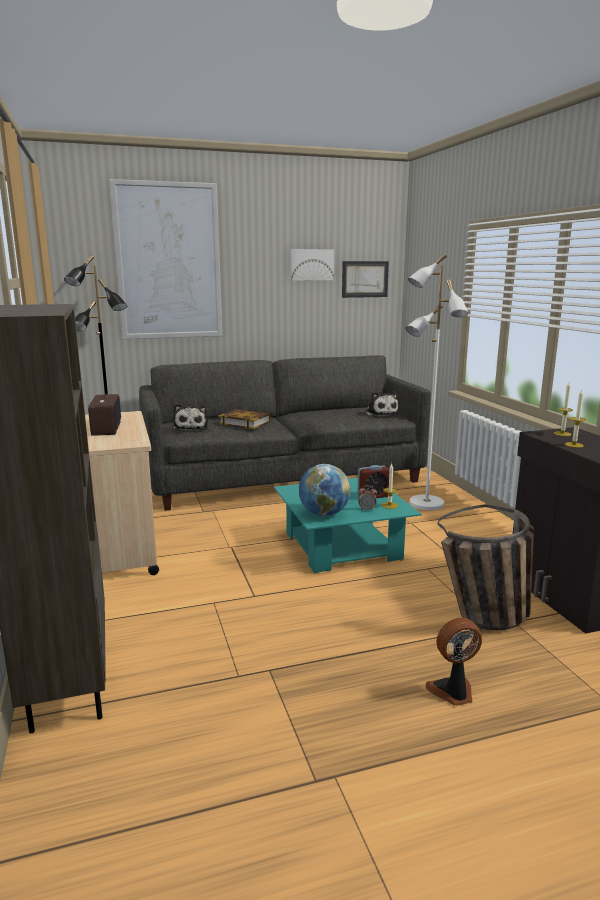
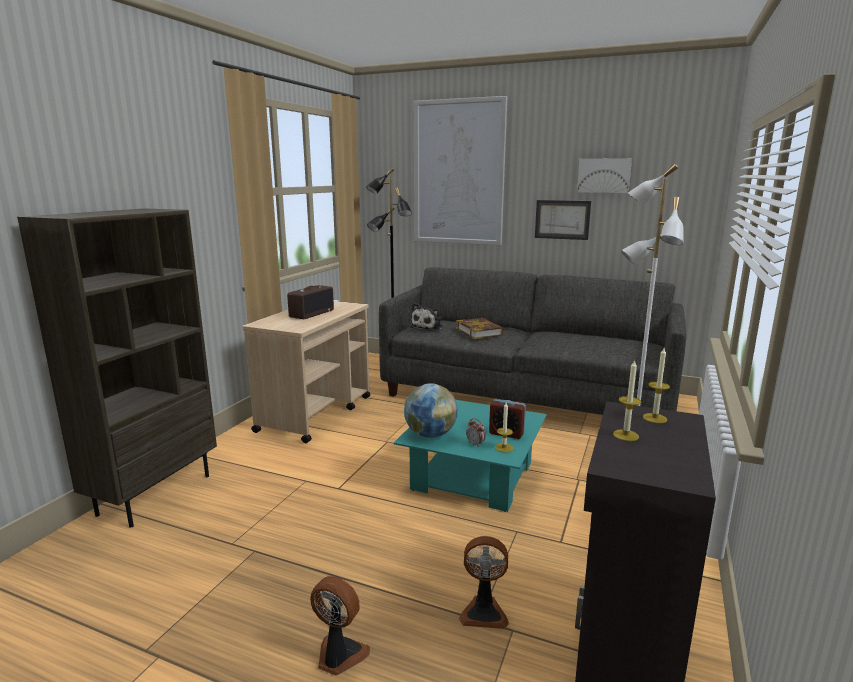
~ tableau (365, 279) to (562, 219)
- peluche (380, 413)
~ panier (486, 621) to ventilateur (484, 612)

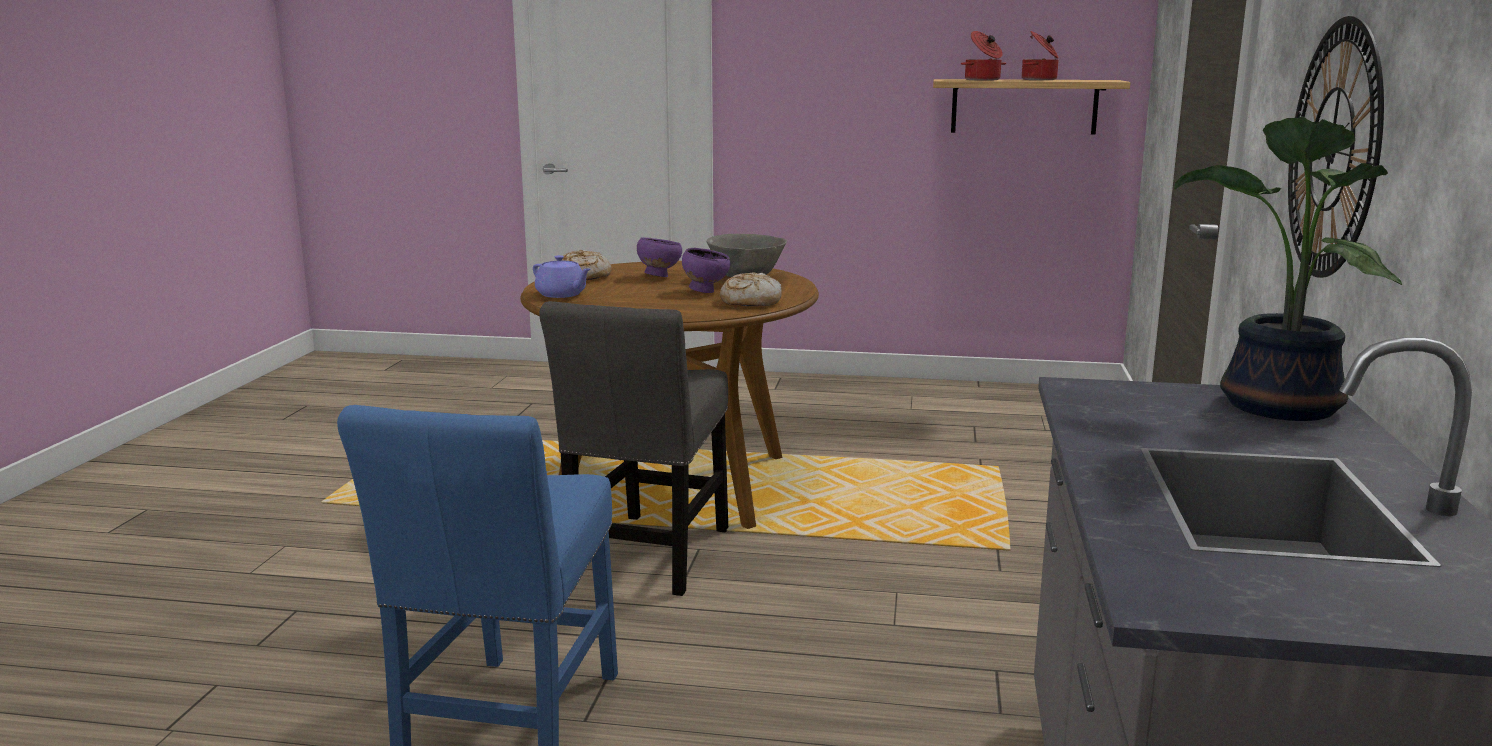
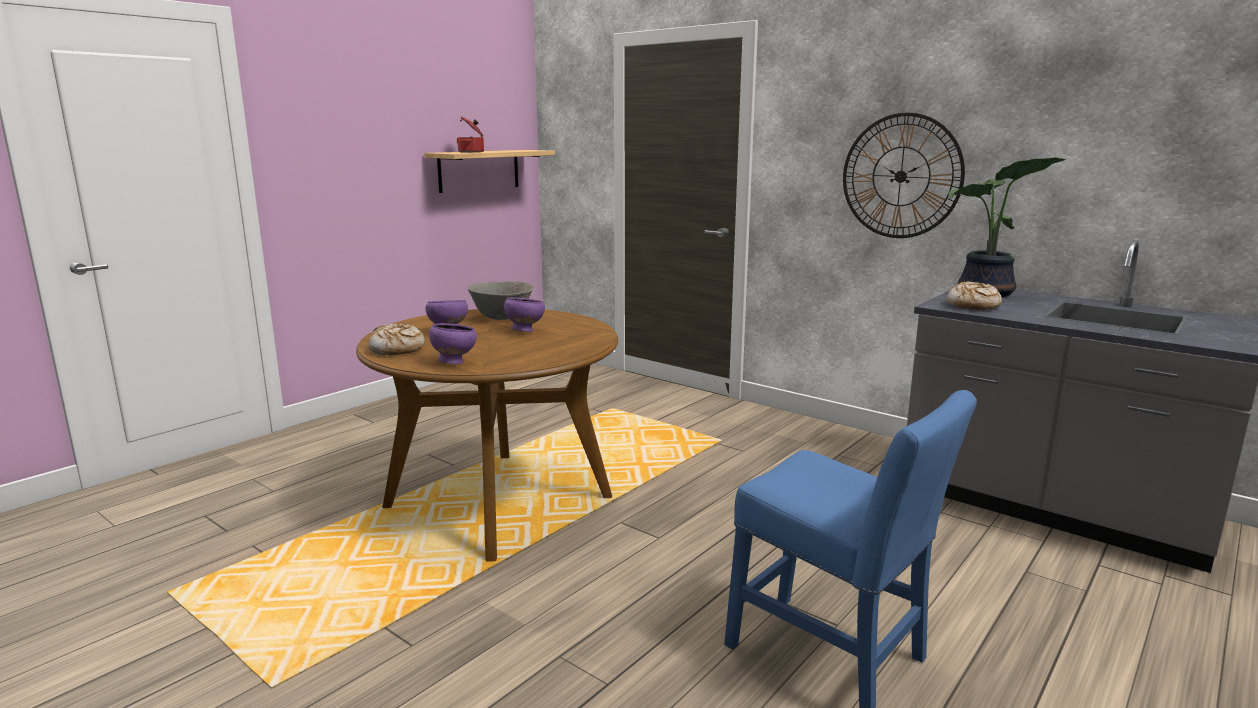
~ théière [violet] (562, 295) to bol [violet] (453, 363)
- chaise [gris] (648, 558)
~ pain (750, 302) to (972, 305)
- marmite (1040, 79)

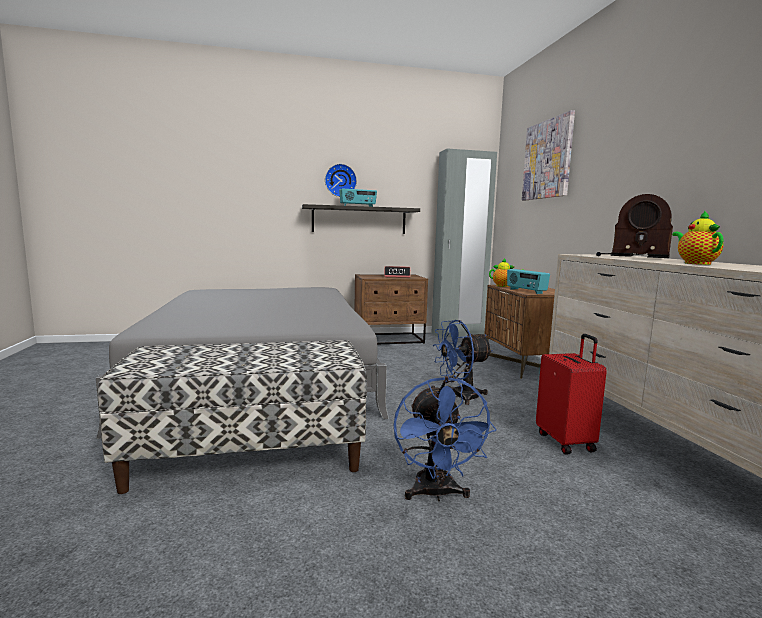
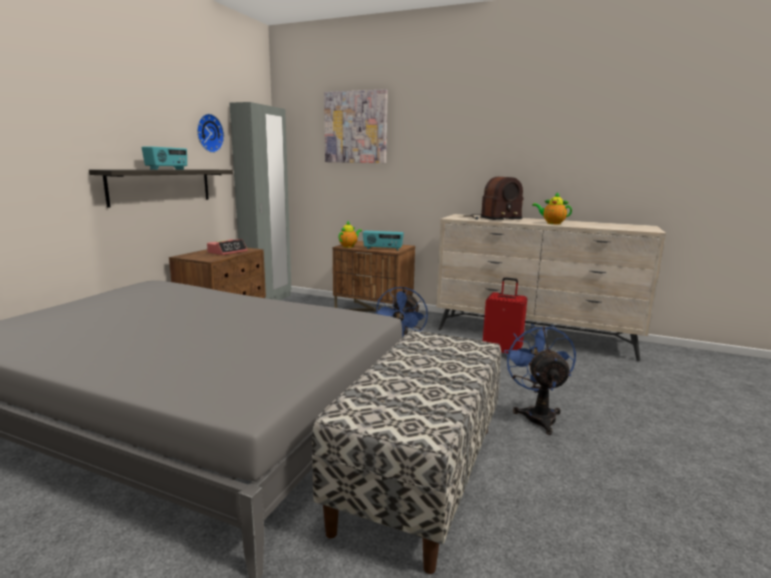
~ horloge murale (340, 180) to (208, 133)
~ ventilateur [bleu] (436, 494) = (537, 414) 120 degrees counterclockwise

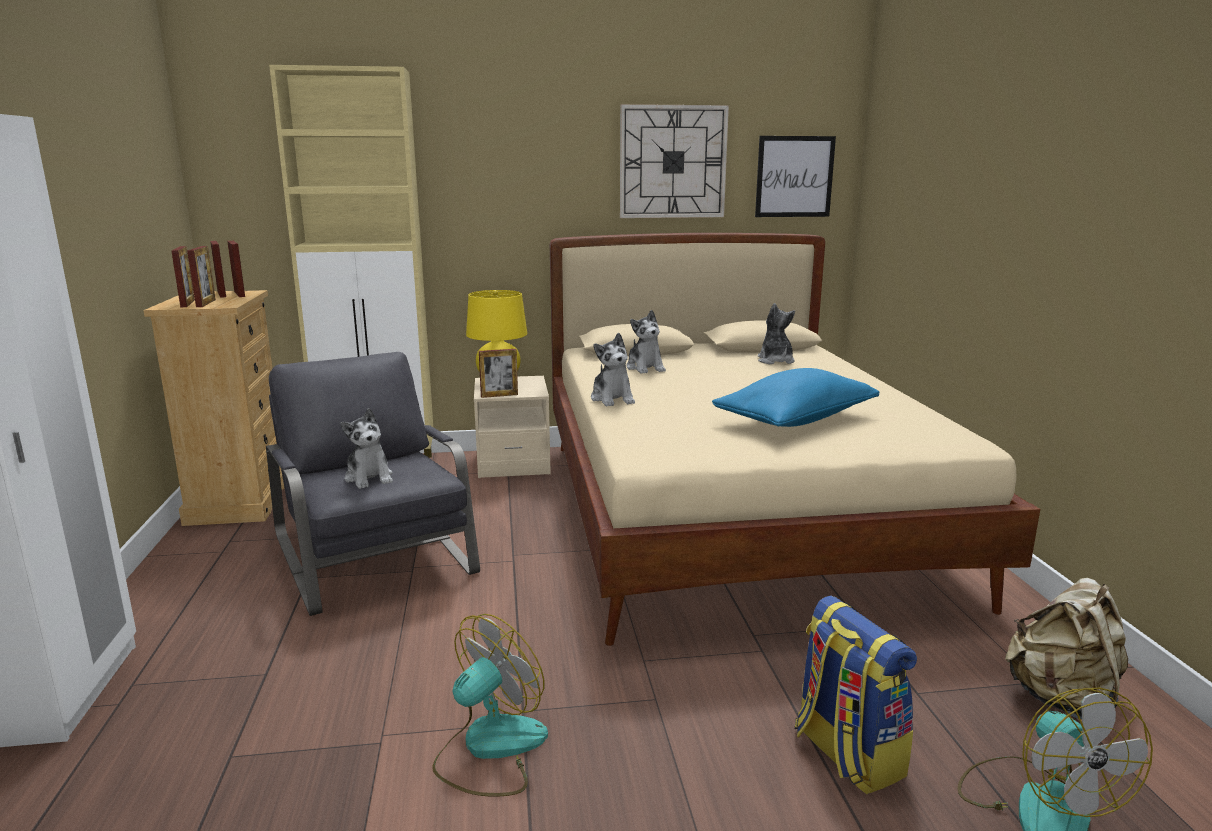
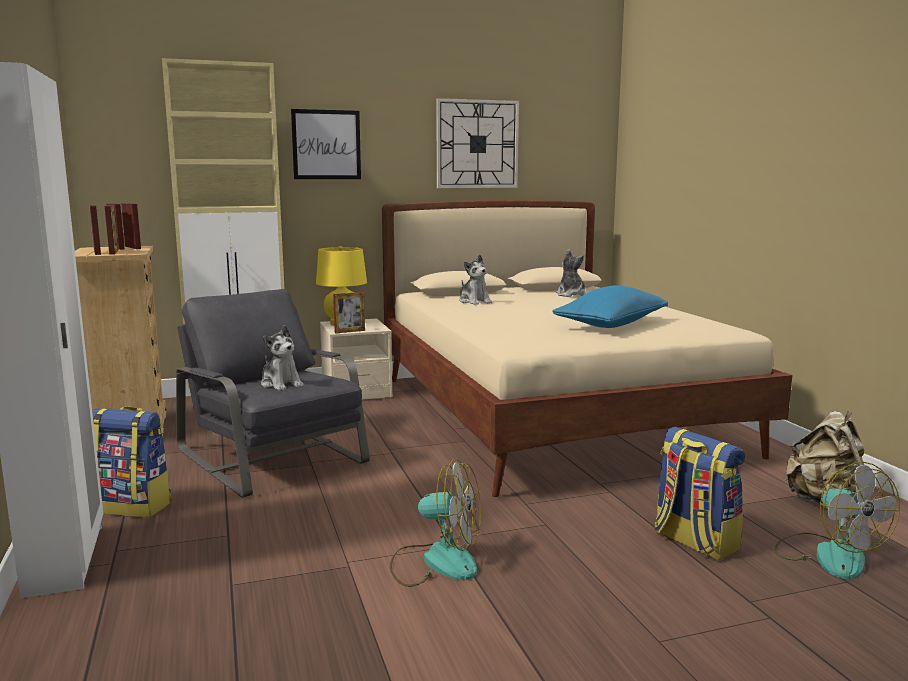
~ ventilateur (490, 749) = (436, 562) 75 degrees clockwise
- peluche (612, 399)
~ tableau (794, 176) to (326, 145)
+ sac à dos (133, 506)

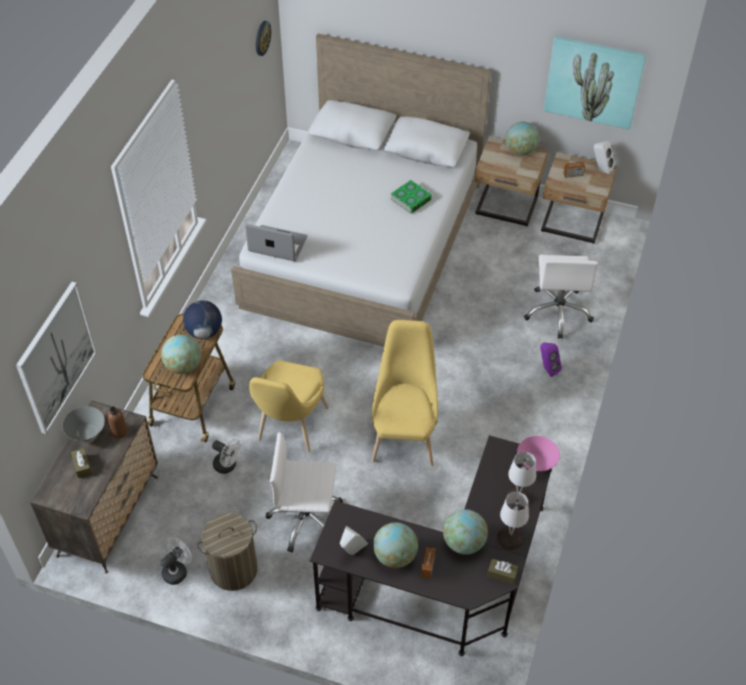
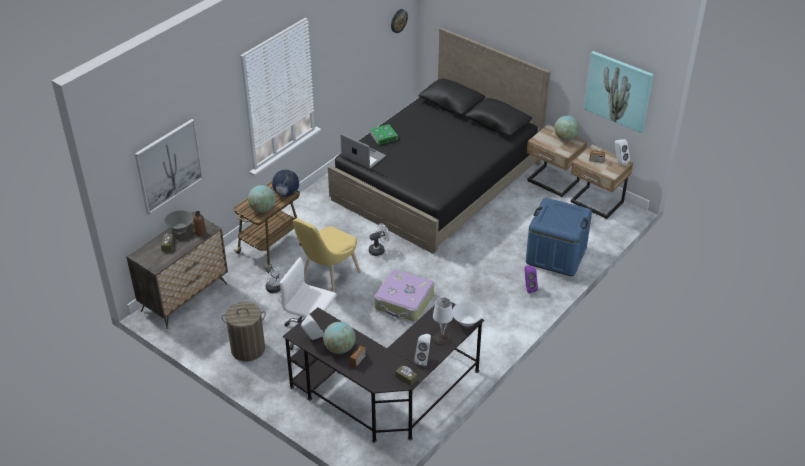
~ ventilateur [blanc] (177, 570) to (379, 250)
~ lit [blanc] (364, 243) to lit [noir] (437, 181)
~ chaise [jaune] (404, 435) to valise (404, 302)
~ livre (411, 199) to (383, 136)
- globe (464, 542)
~ lampe de table [blanc] (510, 537) to enceinte [blanc] (424, 359)
~ bol [rose] (536, 463) to bol [blanc] (467, 321)
~ chaise de bureau [blanc] (558, 312) to boîte de rangement [bleu] (556, 255)

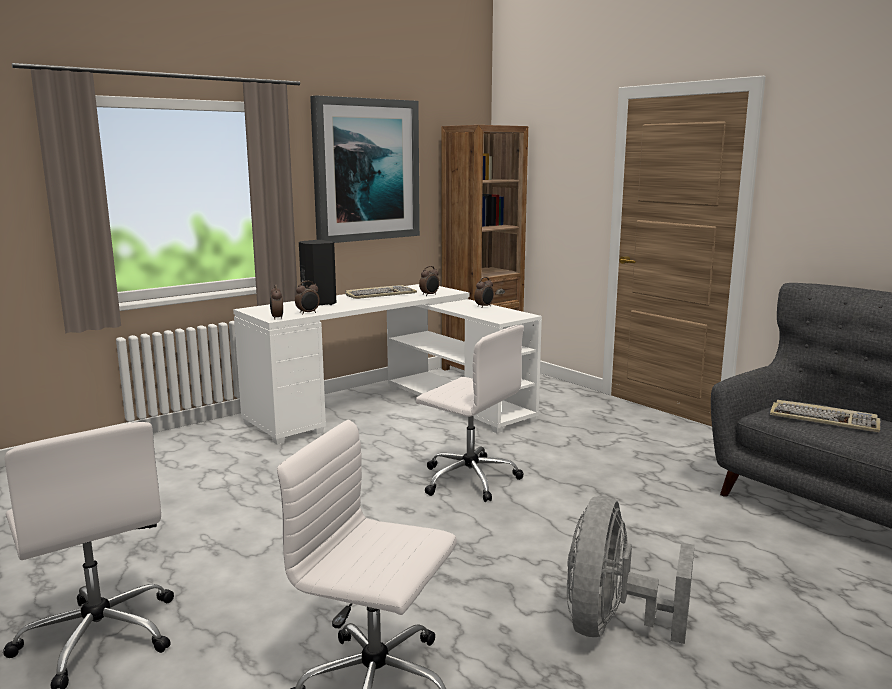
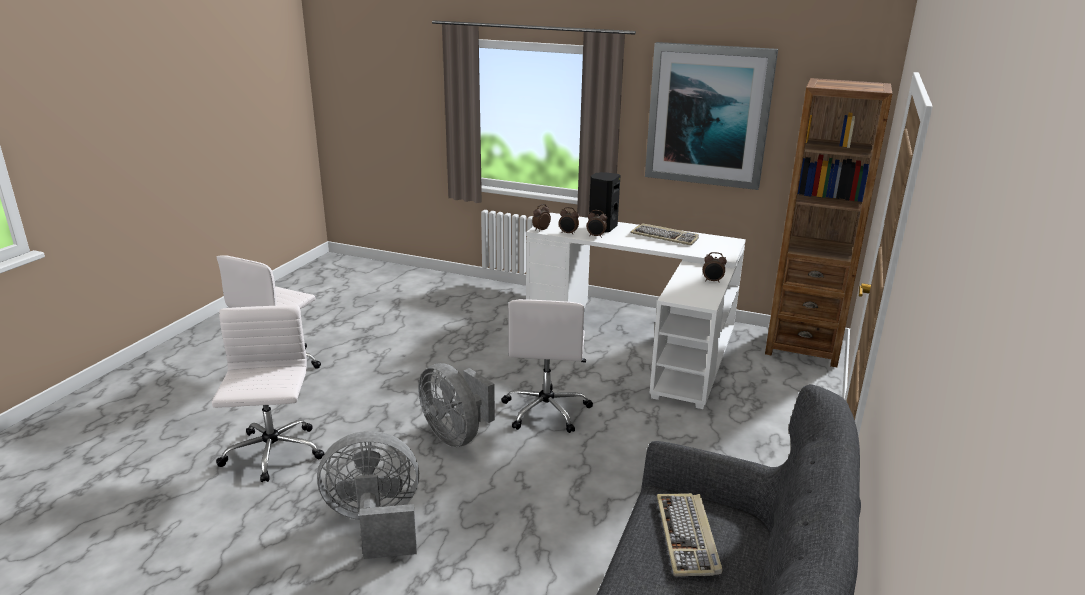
~ réveil (429, 295) to (596, 236)
+ ventilateur [gris] (456, 435)

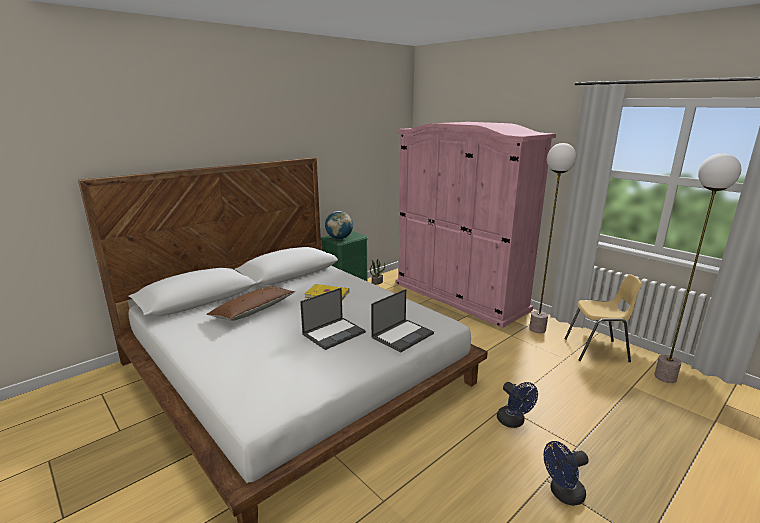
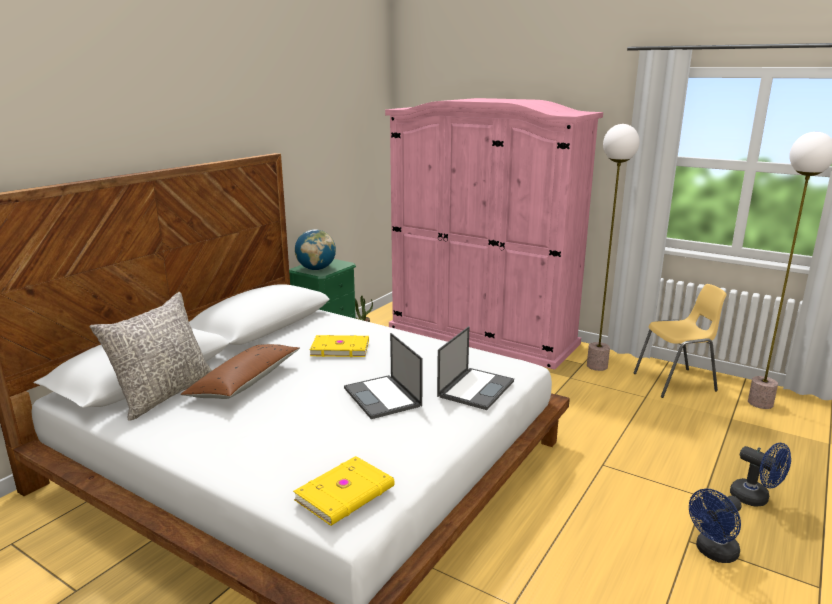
~ ordinateur portable (334, 333) = (383, 397) 120 degrees clockwise
~ ventilateur [bleu] (513, 422) to (755, 499)
+ coussin [gris] (163, 394)
+ livre [jaune] (346, 494)

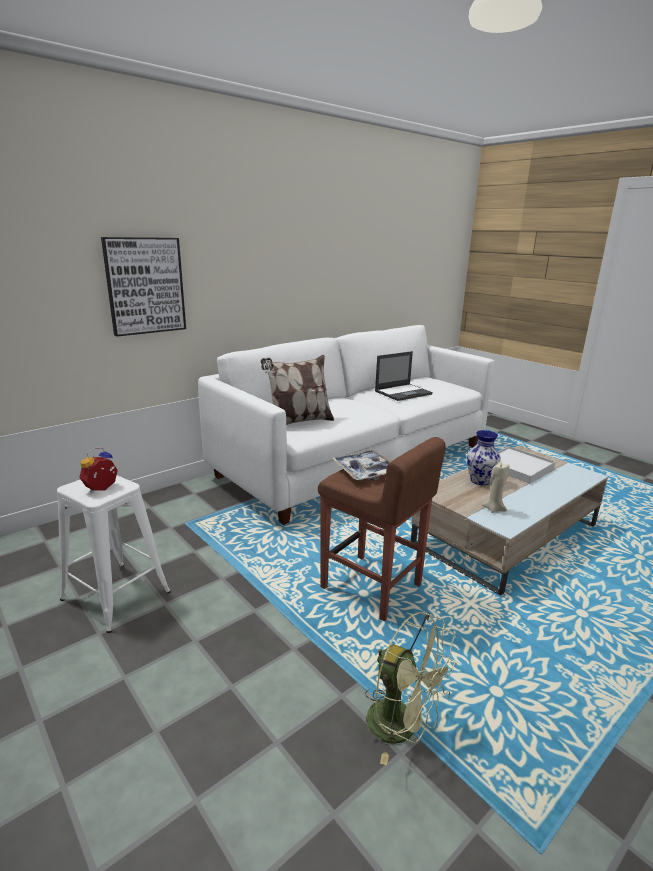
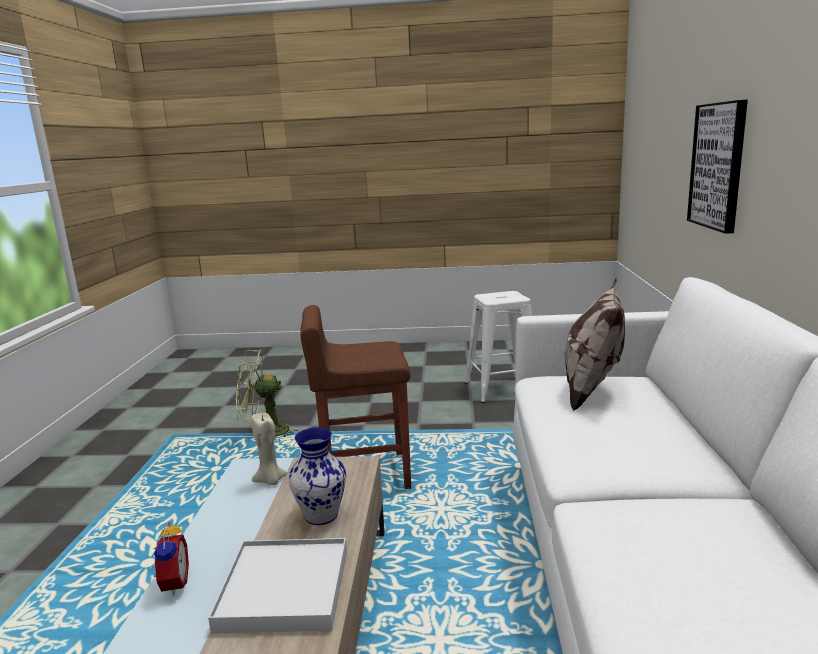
~ réveil (102, 489) to (172, 584)
- plateau (365, 471)
- ordinateur portable (403, 392)

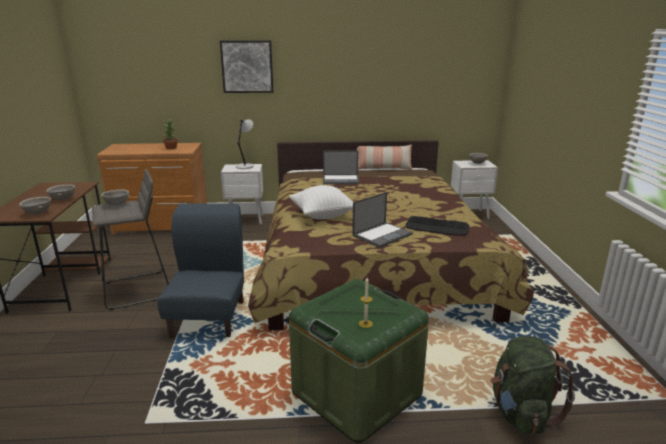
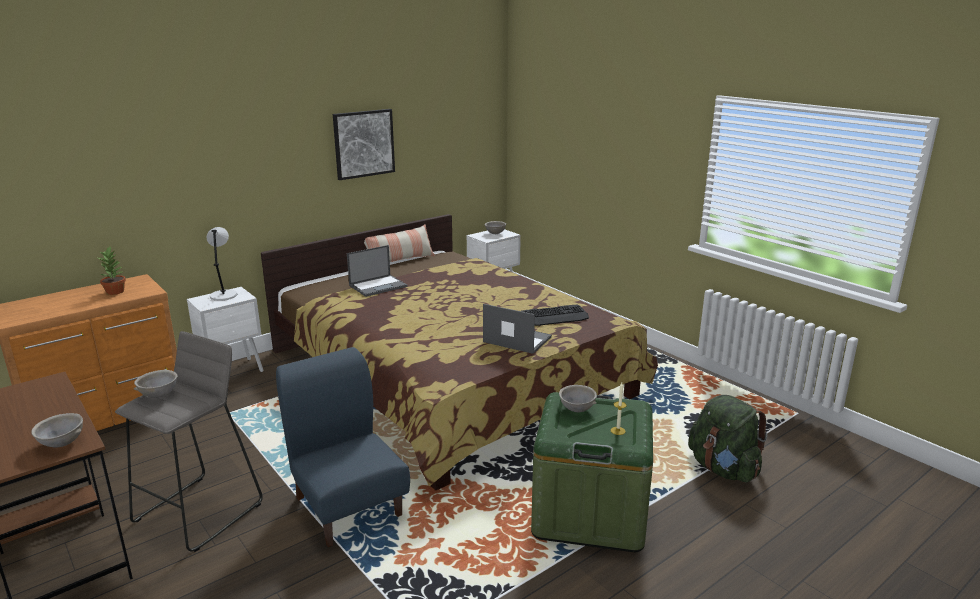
~ bol [gris] (63, 200) to (577, 410)
~ tableau (247, 66) to (363, 143)
- coussin [blanc] (322, 215)
~ ordinateur portable (382, 235) = (516, 339) 75 degrees counterclockwise

